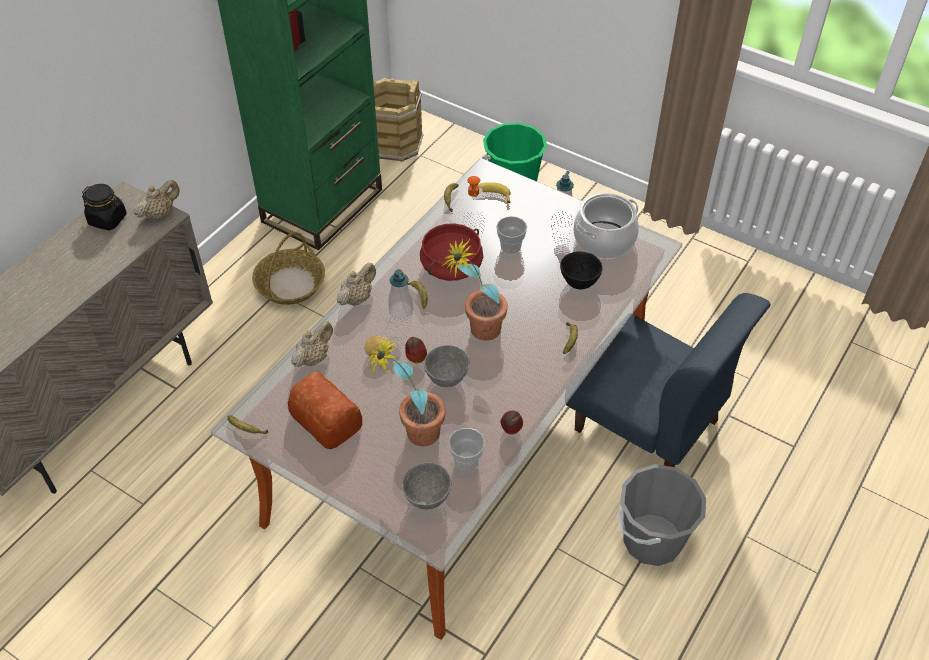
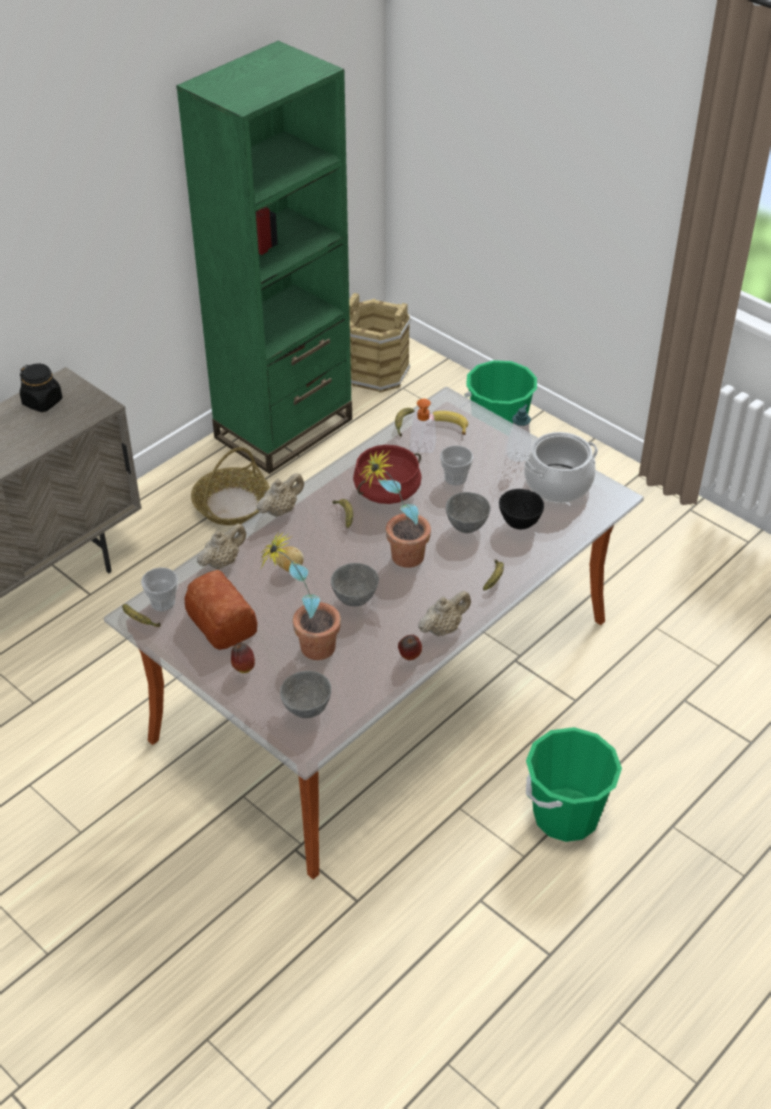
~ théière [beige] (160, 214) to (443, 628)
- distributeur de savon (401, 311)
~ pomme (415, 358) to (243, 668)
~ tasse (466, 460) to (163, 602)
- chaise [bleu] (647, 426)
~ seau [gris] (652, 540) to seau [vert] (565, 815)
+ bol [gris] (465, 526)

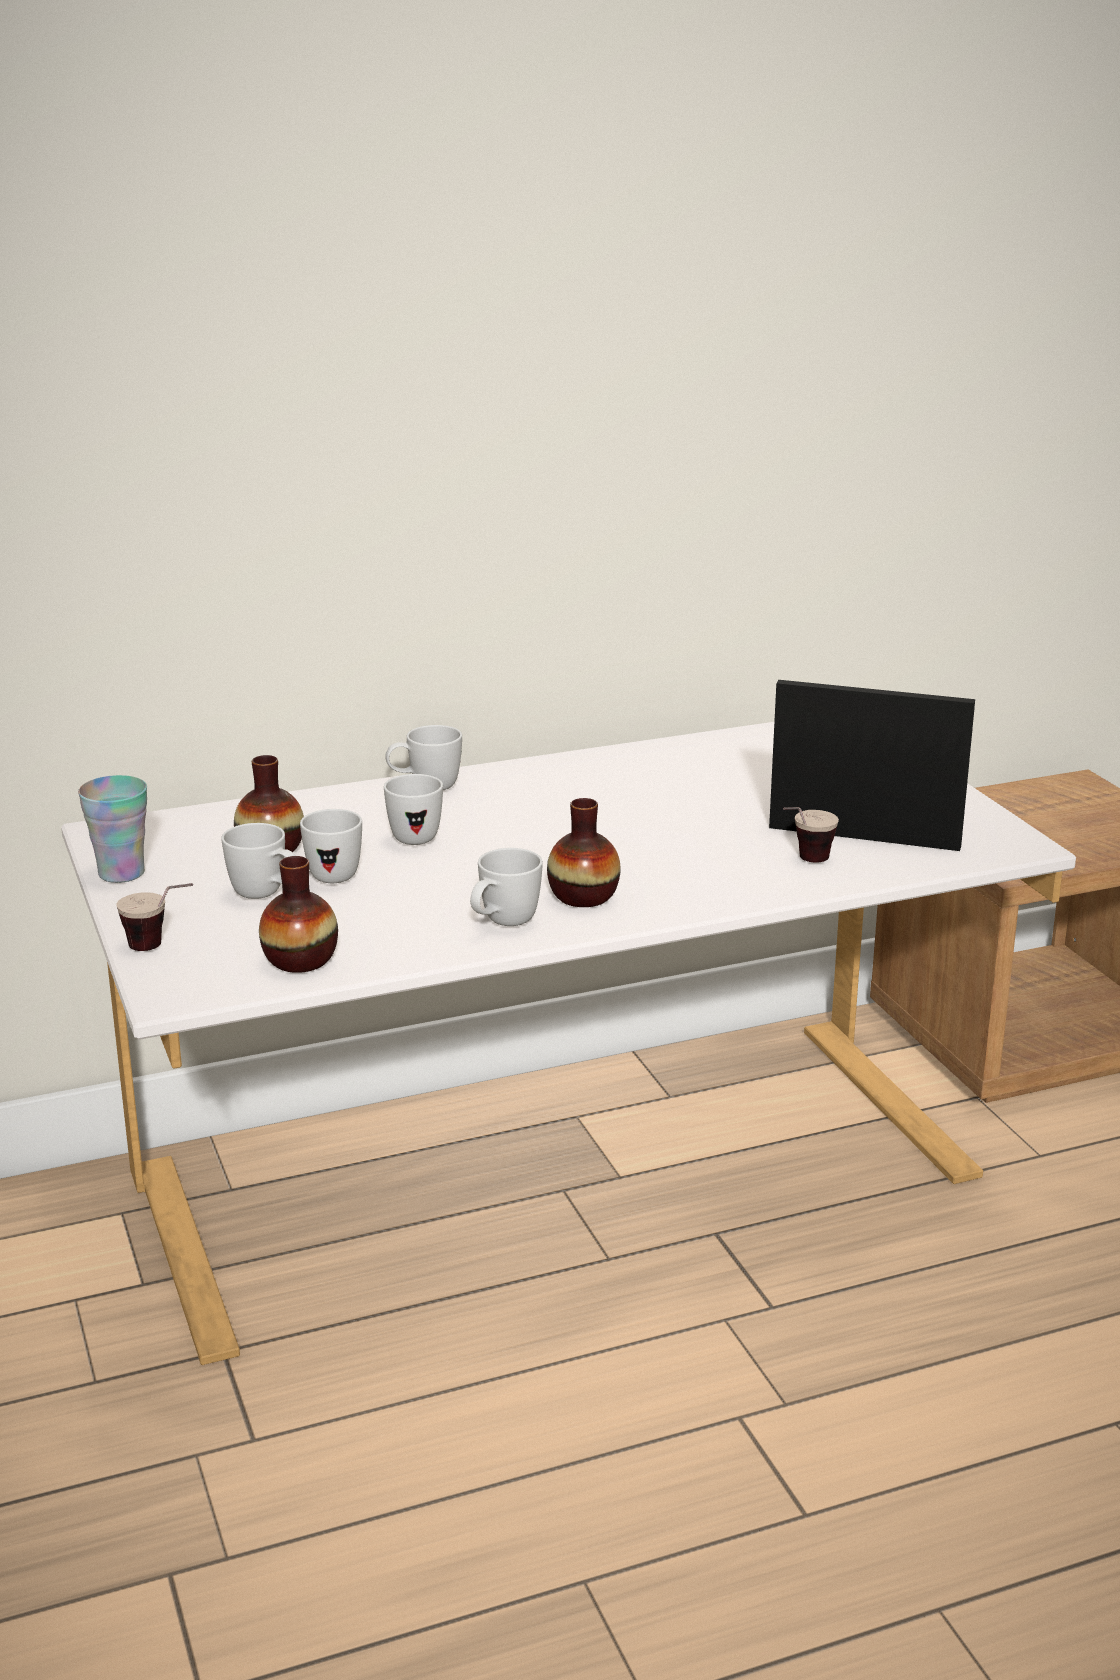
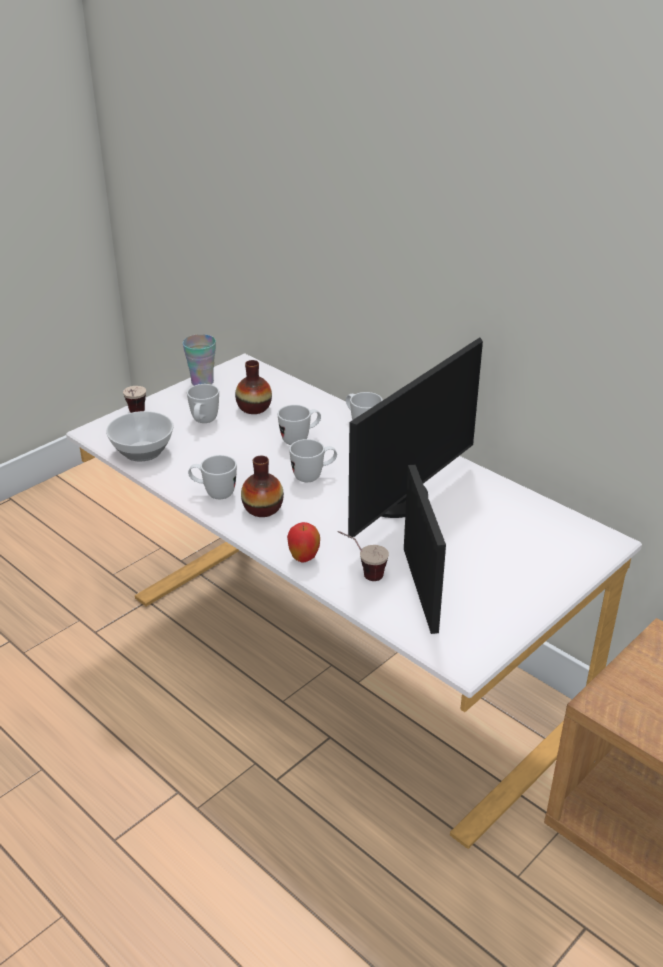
~ vase (300, 960) to bol (143, 451)
~ mug [blanc] (336, 872) to (313, 476)
+ pomme (304, 558)
+ écran d'ordinateur (400, 500)

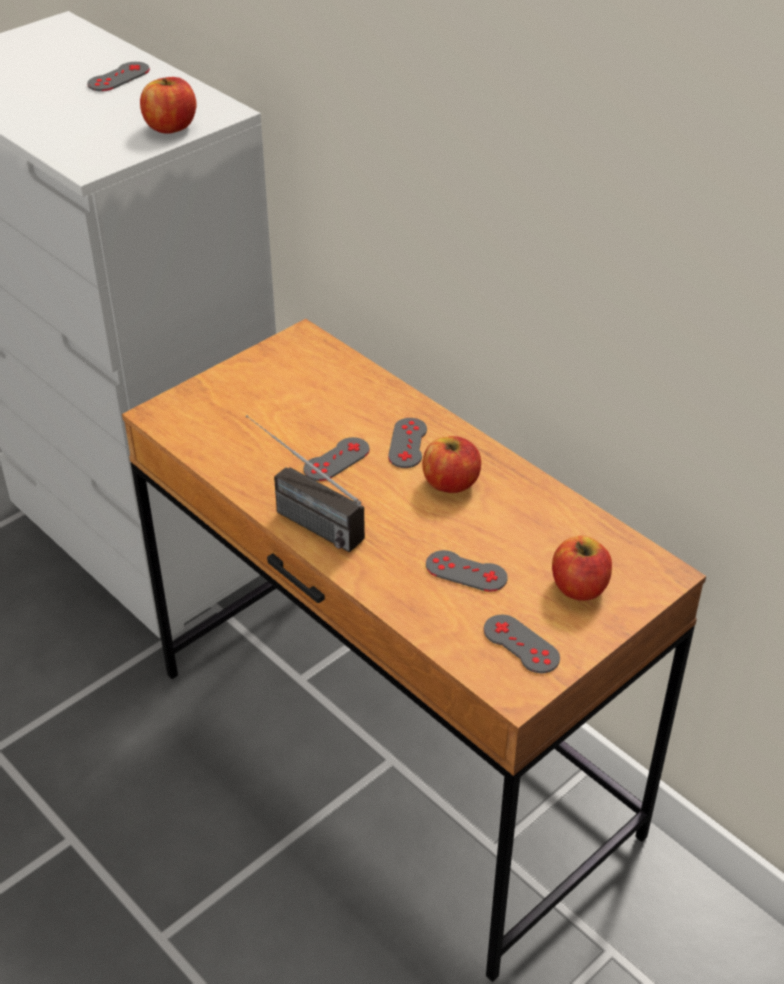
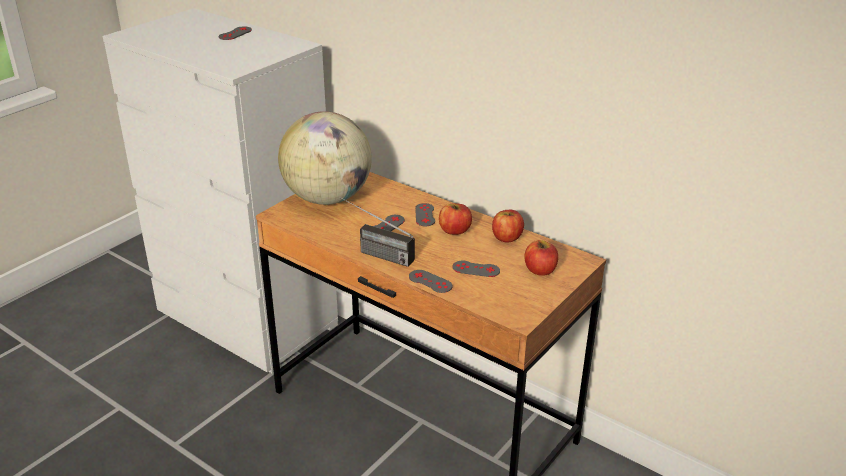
~ pomme (170, 127) to (506, 238)
~ manette [gris] (521, 644) to (430, 281)
+ globe (328, 198)

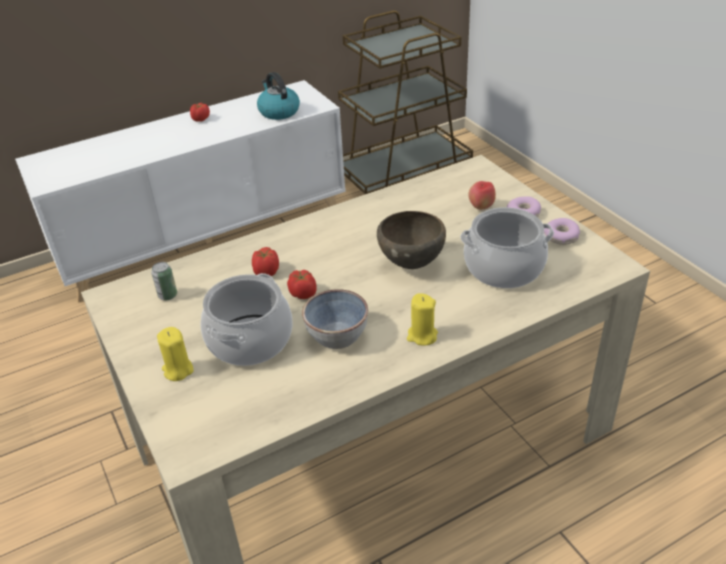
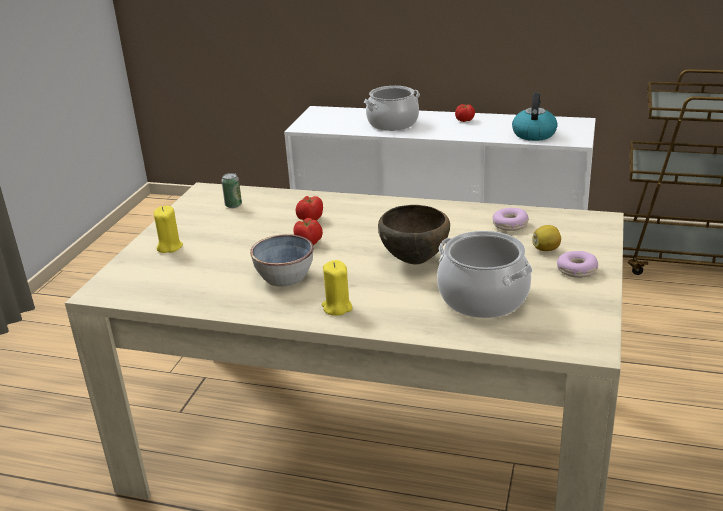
~ marmite (250, 340) to (393, 123)
~ pomme (481, 207) to citron (546, 249)
~ beignet (561, 237) to (510, 225)

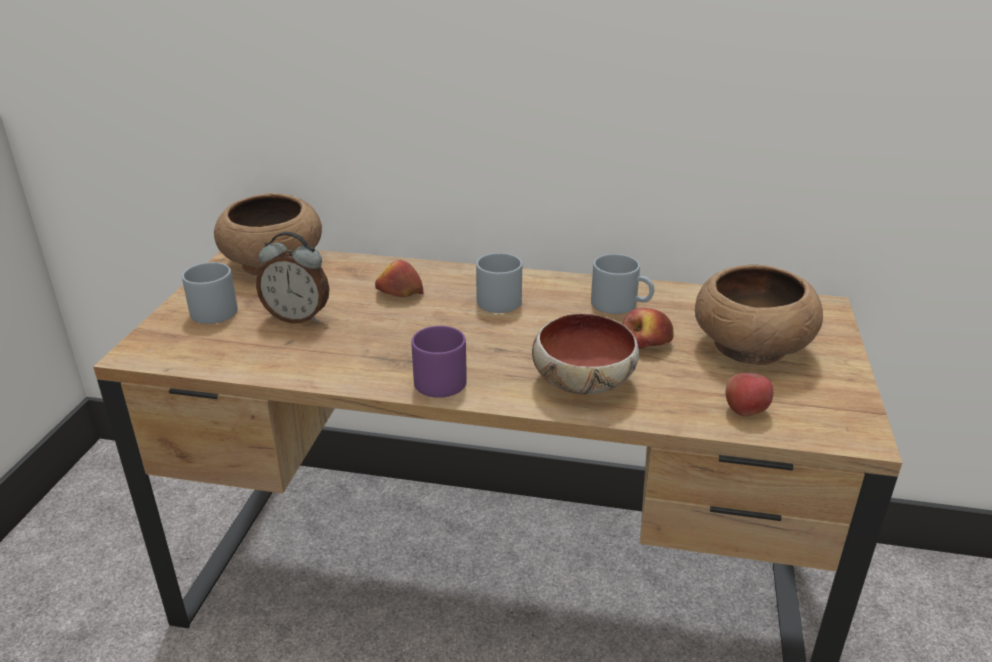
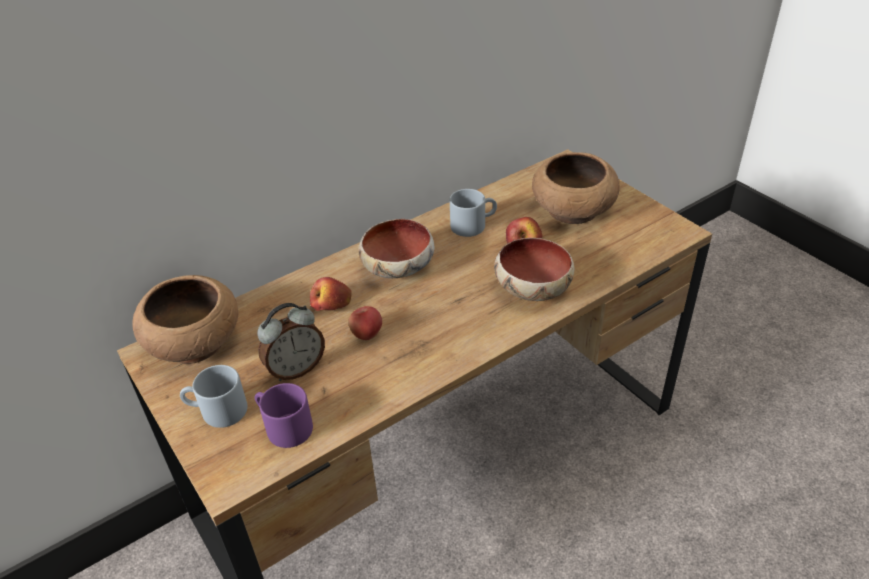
~ mug [violet] (438, 377) to (283, 427)
~ mug [gris] (496, 298) to bol (398, 266)
~ pomme (745, 411) to (367, 334)

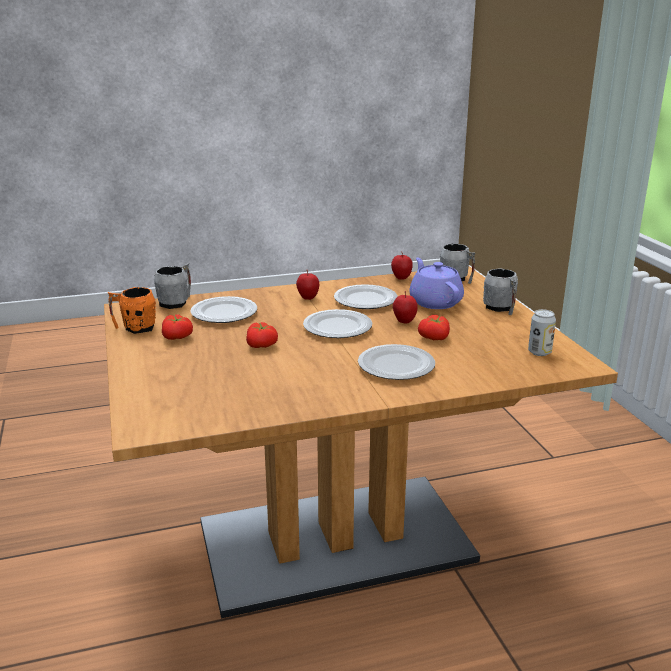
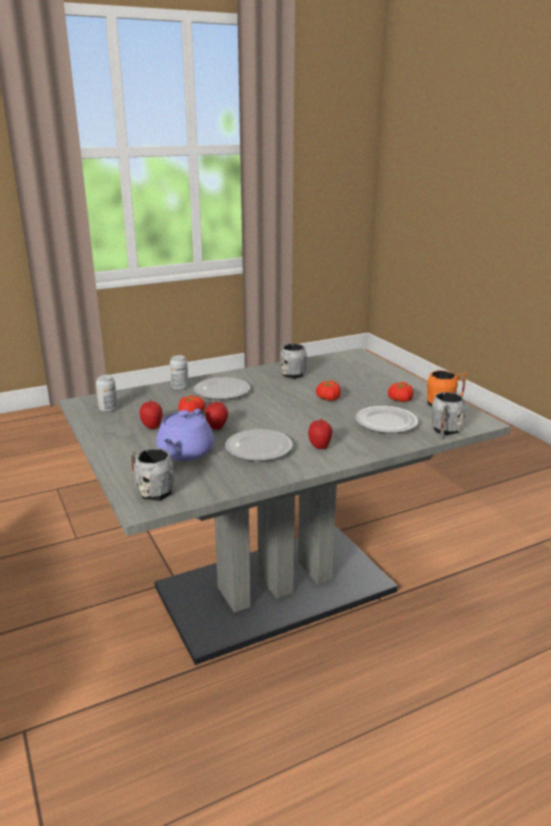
~ table à manger [marron] (335, 542) to table à manger [gris] (275, 589)
- assiette (338, 327)
~ pomme (401, 278) to (152, 426)
~ théière [violet] (435, 302) = (185, 453) 45 degrees clockwise
~ mug [gris] (501, 309) to (291, 373)
+ boîte métallique (180, 387)

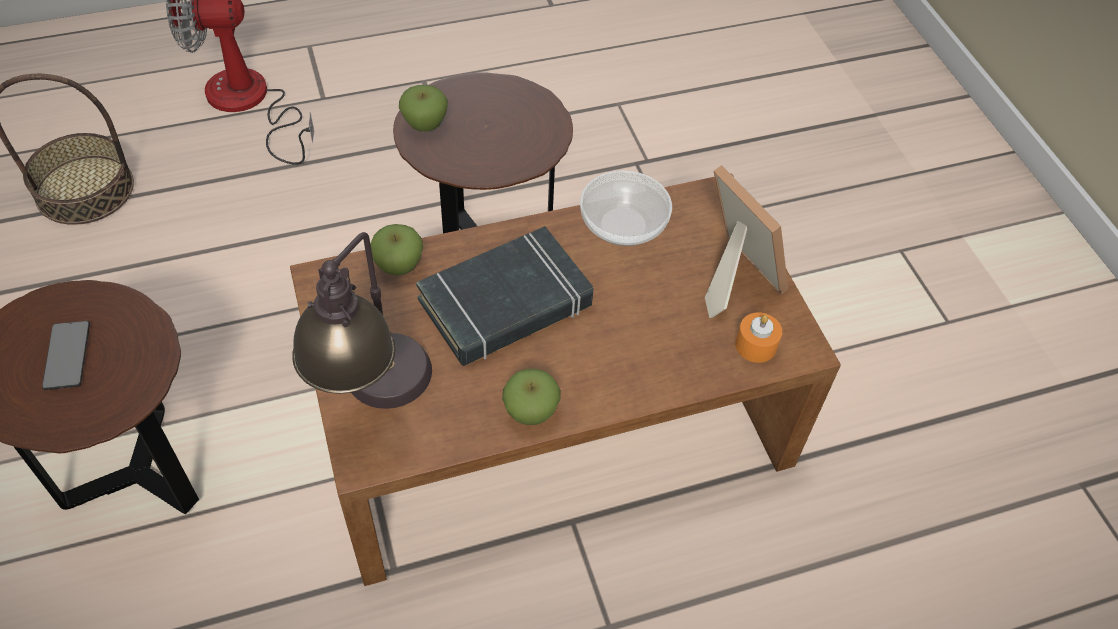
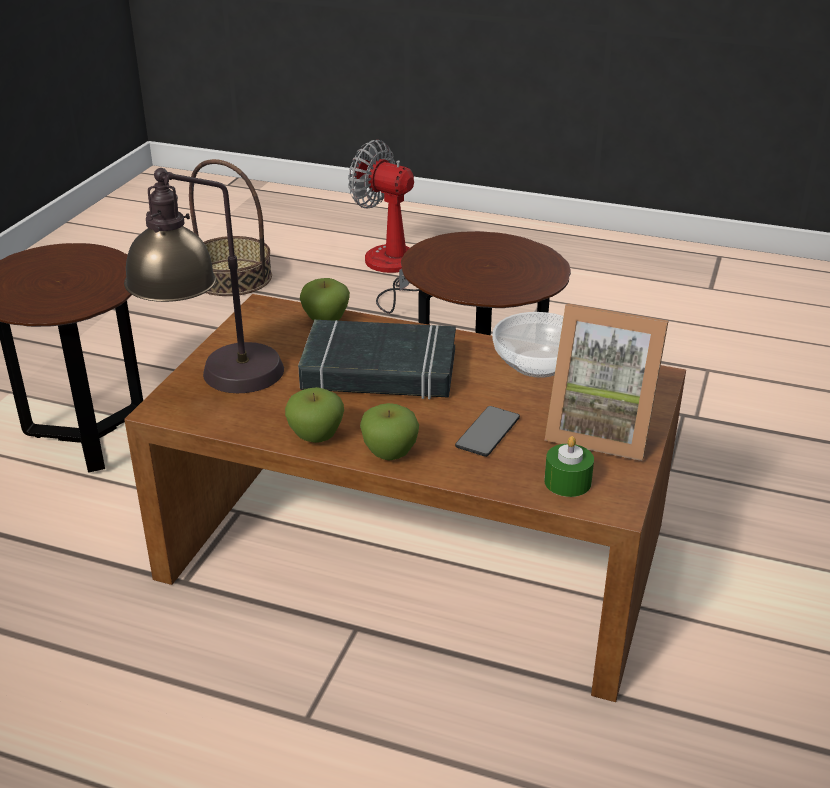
~ téléphone (67, 356) to (488, 432)
~ pomme (425, 125) to (390, 454)
~ cadre photo (731, 276) = (600, 430) 105 degrees clockwise
~ bougie [orange] (755, 345) to bougie [vert] (567, 482)

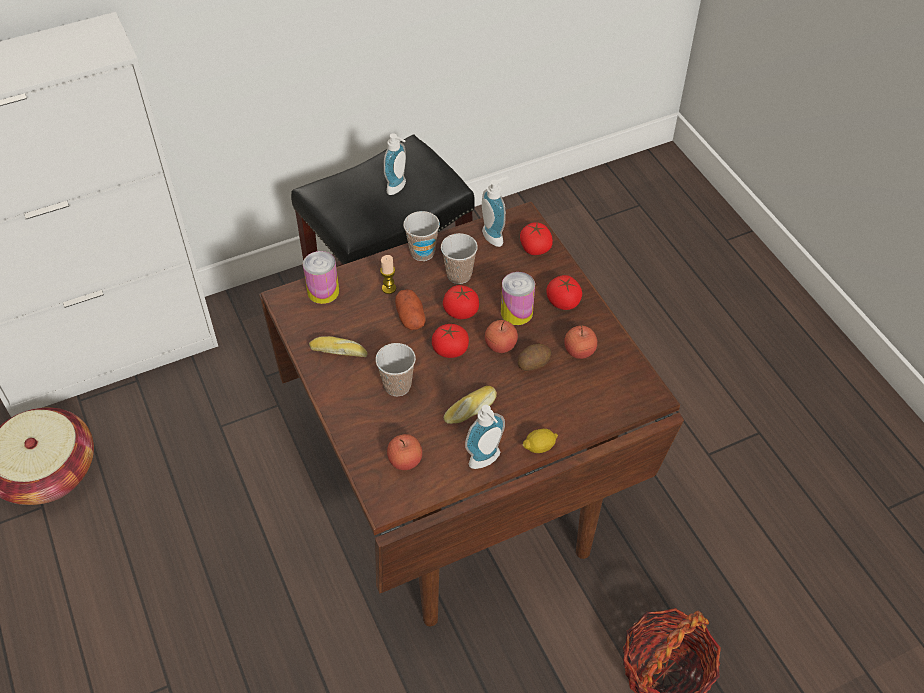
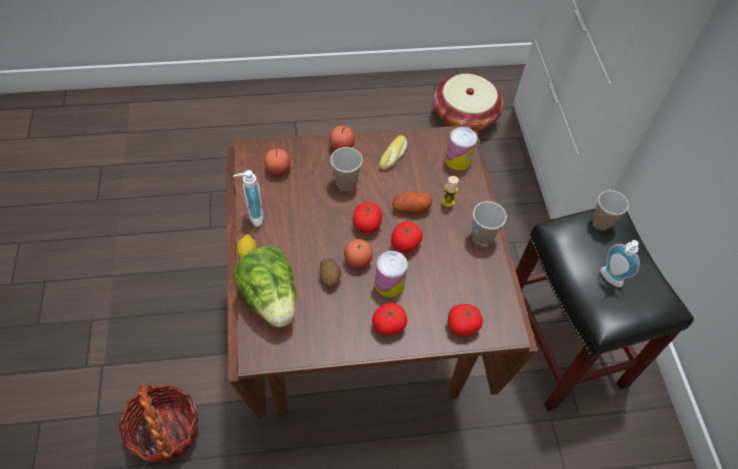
~ tasse (459, 275) to (602, 222)
- pain (471, 410)
- distributeur de savon (495, 235)
~ pomme (579, 351) to (342, 146)
+ laitue (271, 298)

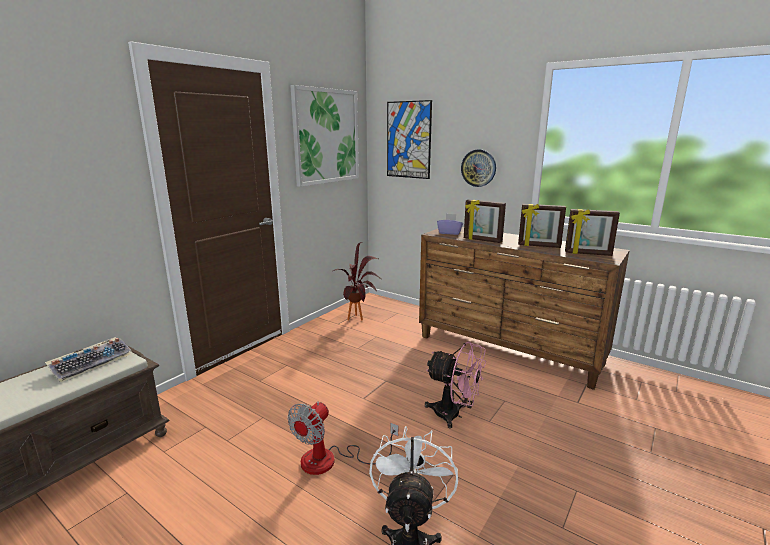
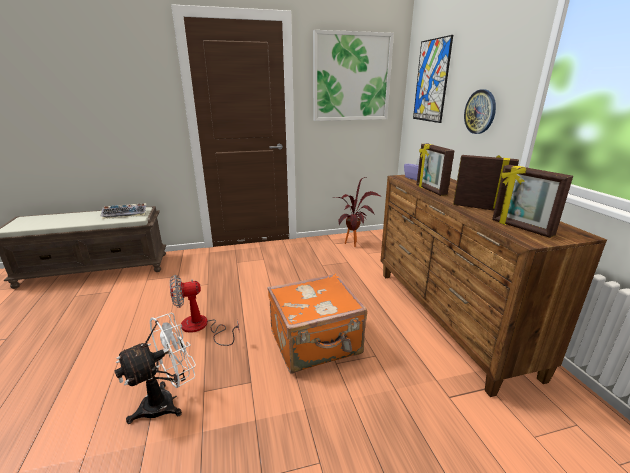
~ ventilateur [rose] (454, 415) to valise [orange] (316, 343)
~ cadre photo (539, 246) = (479, 207) 150 degrees clockwise

